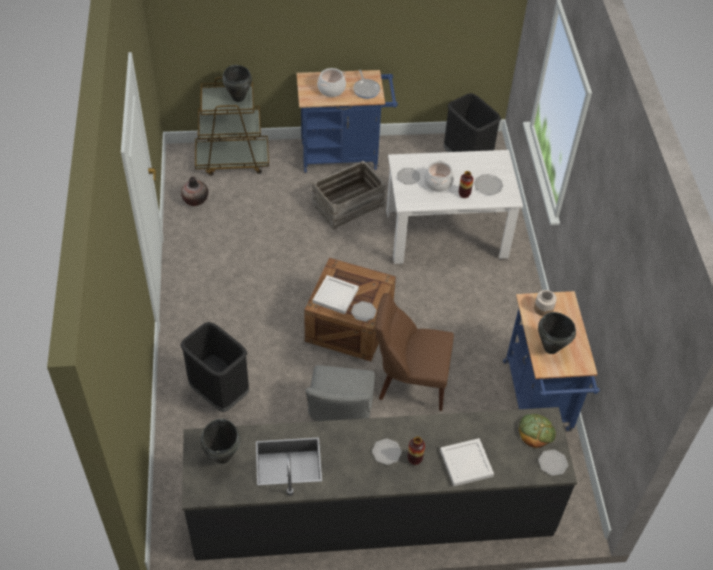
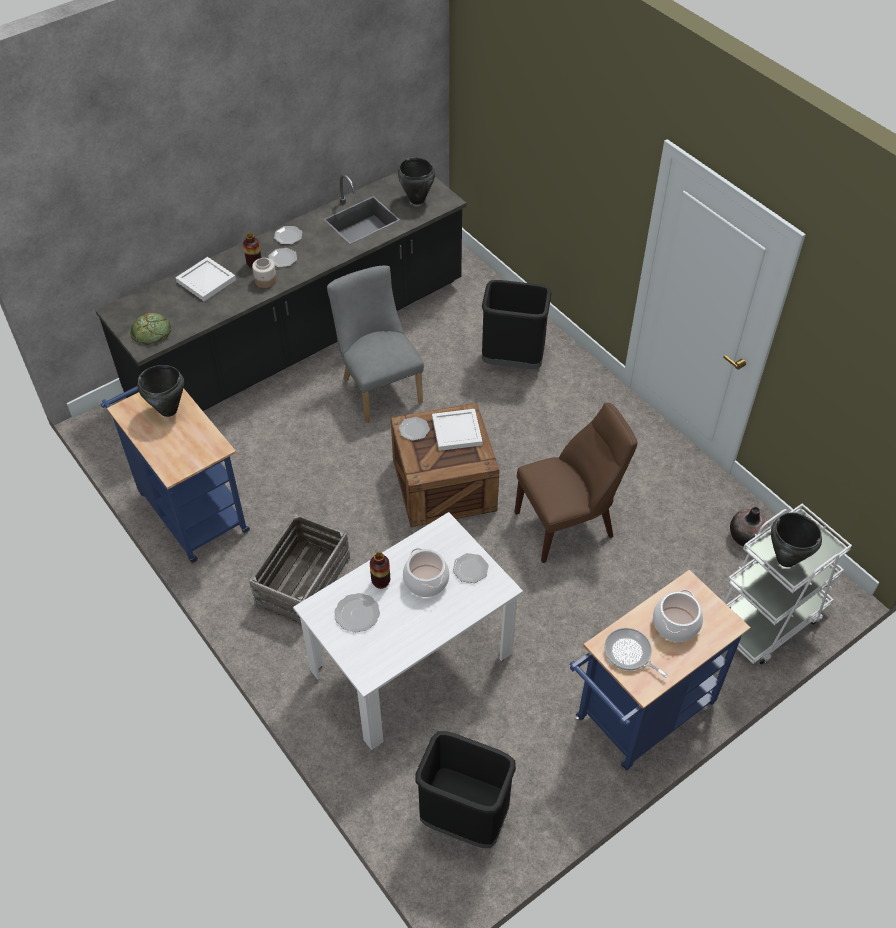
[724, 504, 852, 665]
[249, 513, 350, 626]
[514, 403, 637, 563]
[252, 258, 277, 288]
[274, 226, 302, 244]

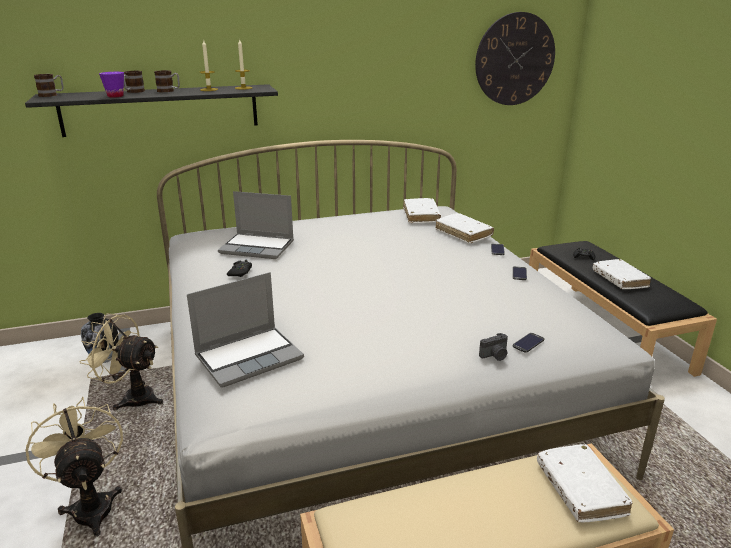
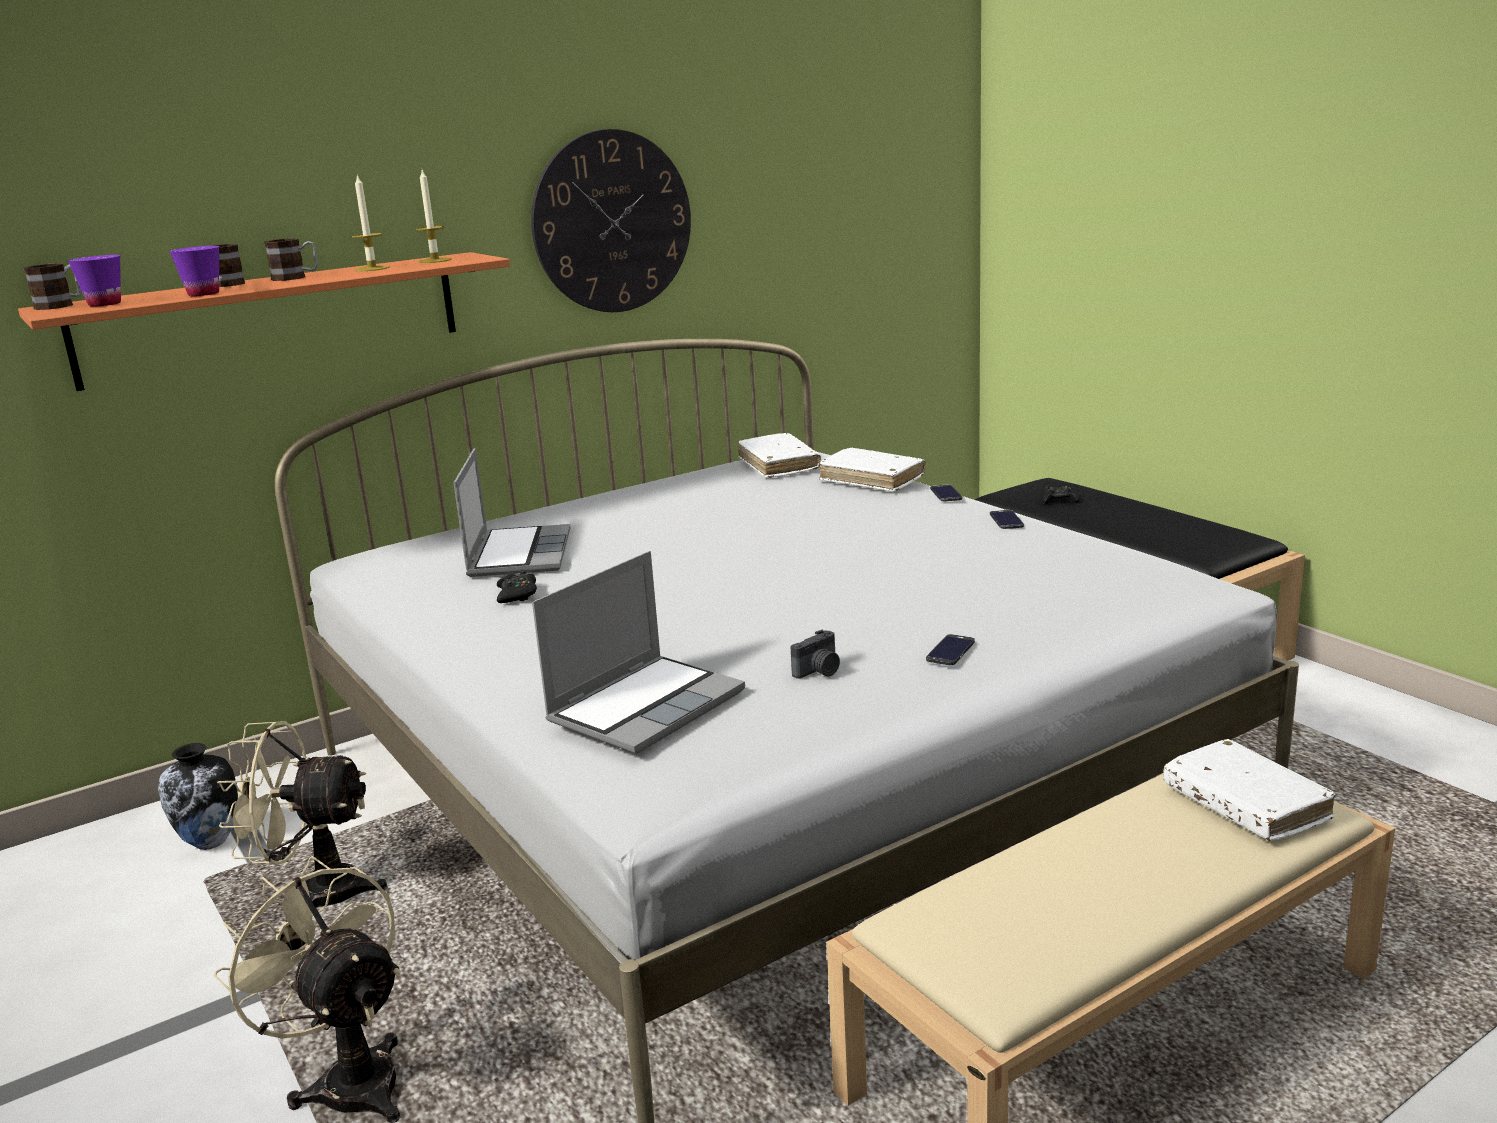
[18, 252, 510, 391]
[454, 448, 570, 577]
[531, 129, 691, 312]
[790, 629, 840, 679]
[926, 634, 975, 665]
[593, 259, 651, 289] (first image)
[68, 255, 121, 307]

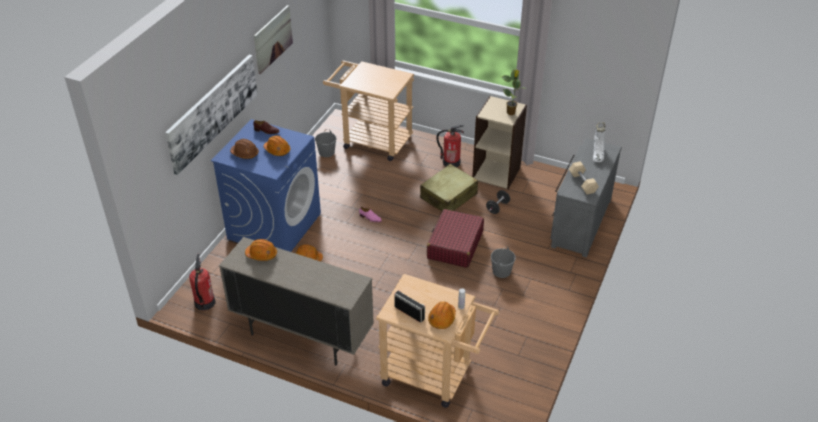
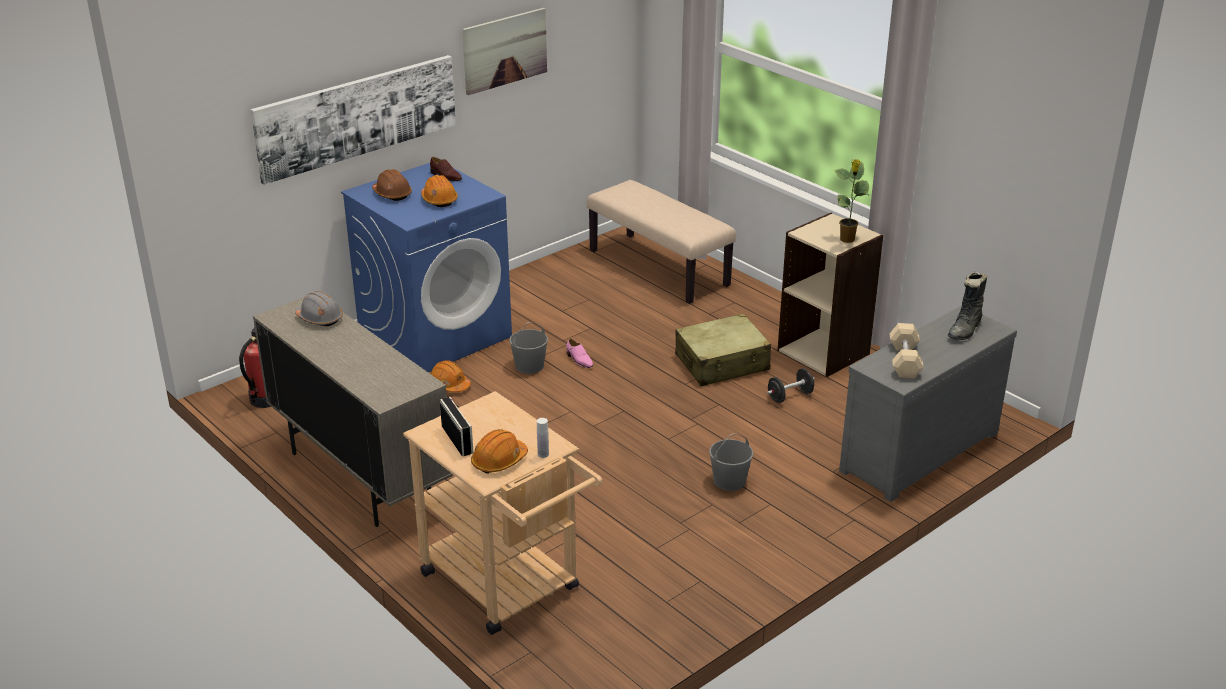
[295, 291, 343, 326]
[509, 322, 548, 374]
[587, 180, 736, 304]
[427, 209, 484, 268] (first image)
[436, 125, 464, 167] (first image)
[948, 271, 987, 340]

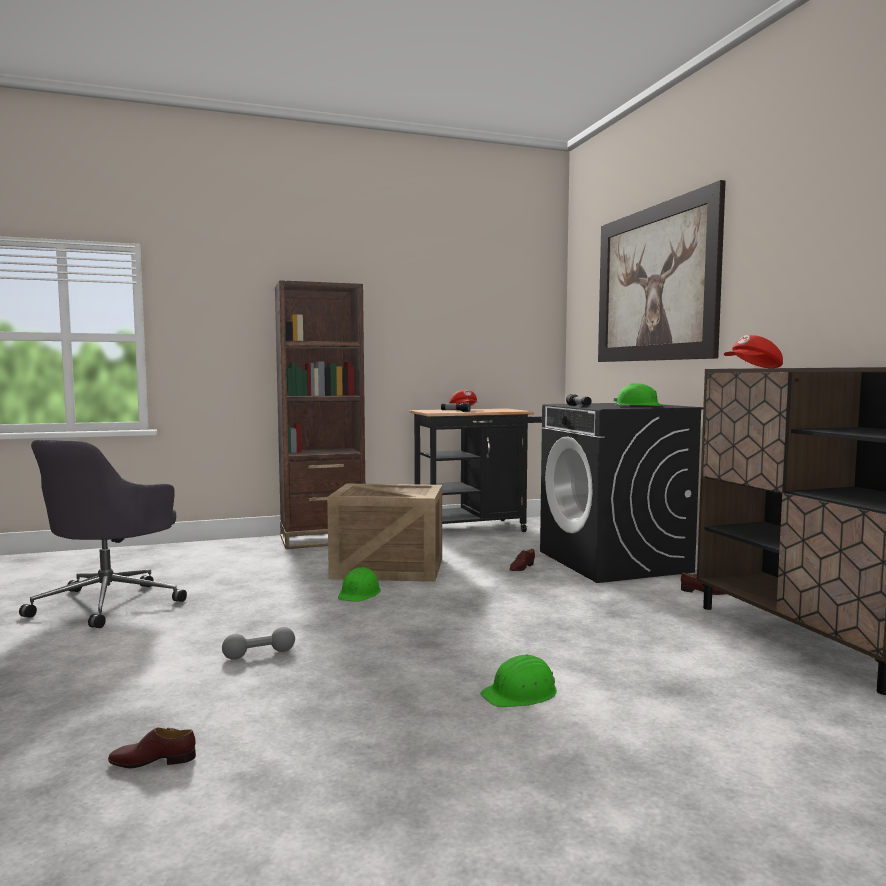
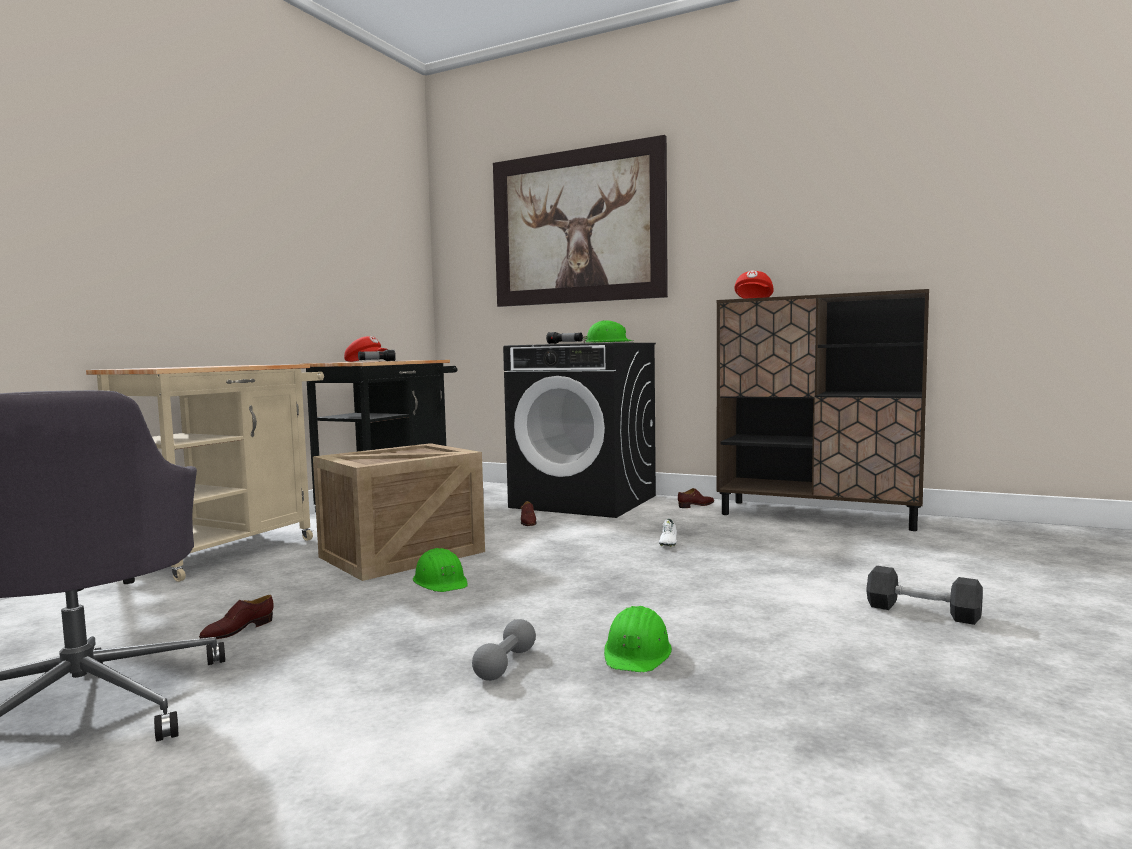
[199, 595, 274, 639]
[86, 364, 324, 582]
[604, 606, 672, 672]
[659, 519, 677, 547]
[866, 566, 983, 625]

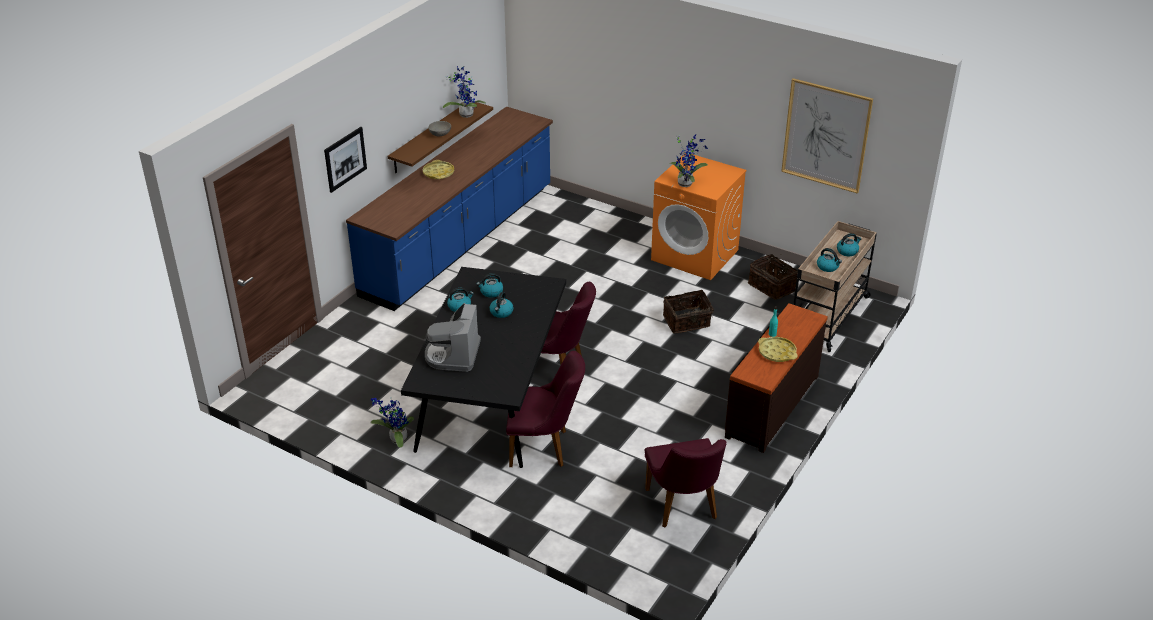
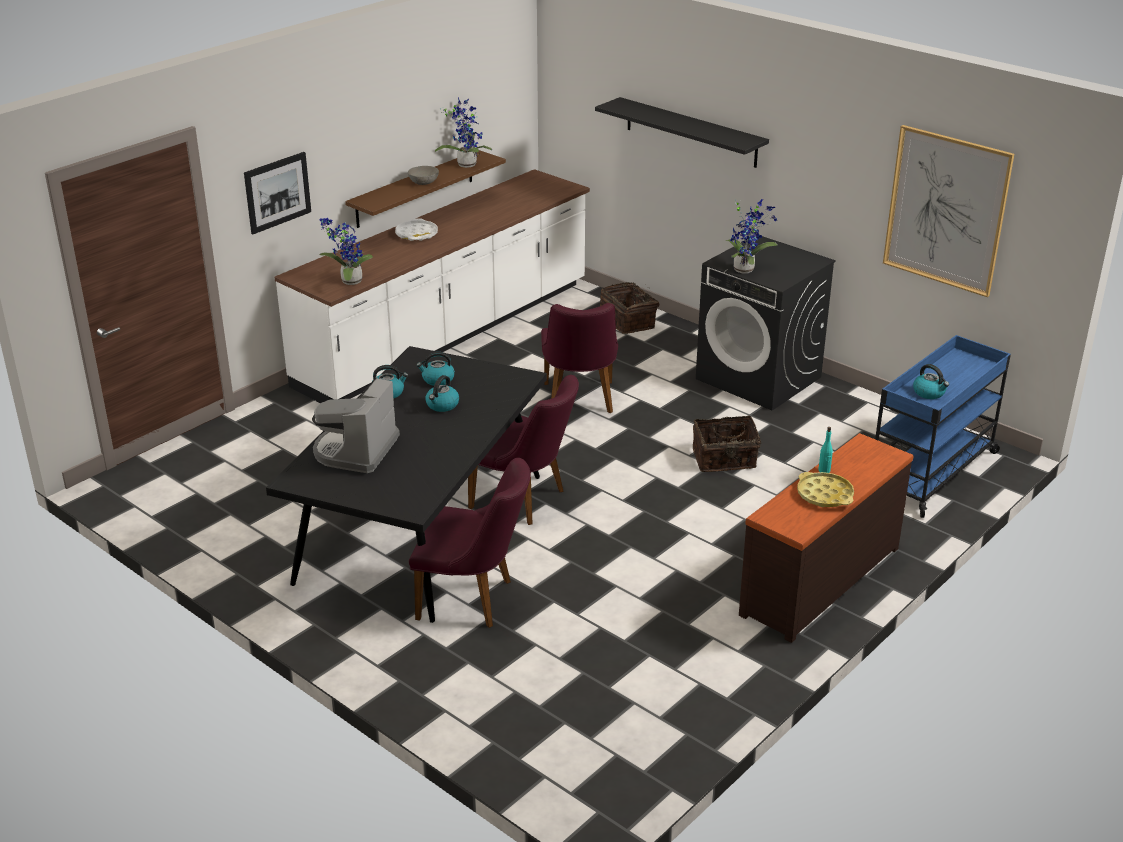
[274, 169, 590, 403]
[319, 218, 373, 285]
[395, 218, 438, 241]
[541, 303, 618, 413]
[696, 236, 836, 410]
[600, 282, 659, 334]
[875, 335, 1011, 518]
[837, 233, 861, 256] (first image)
[595, 97, 769, 168]

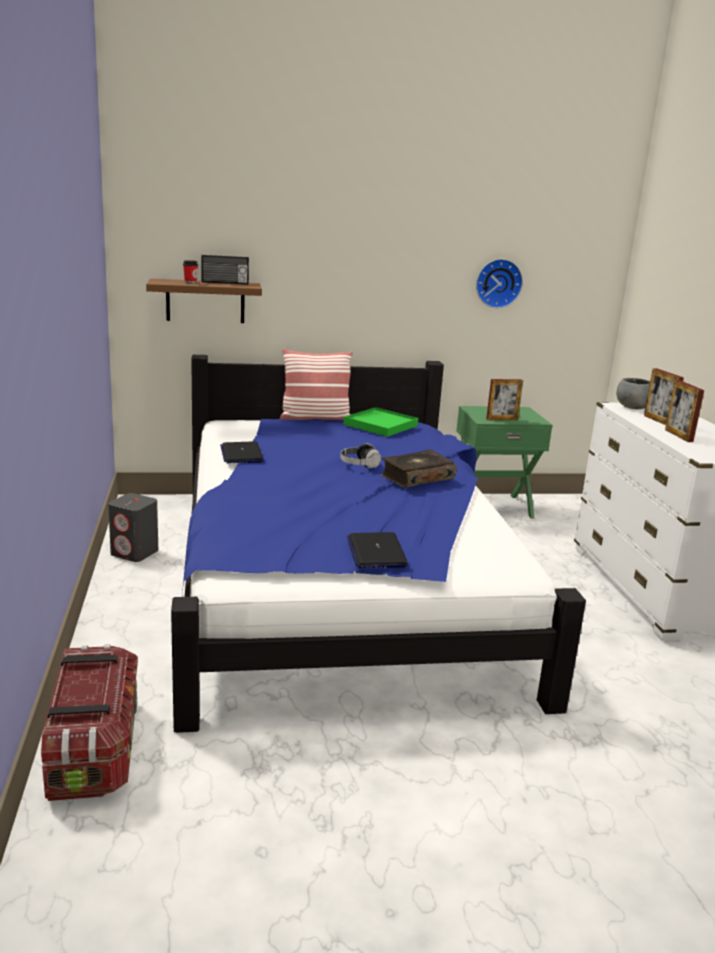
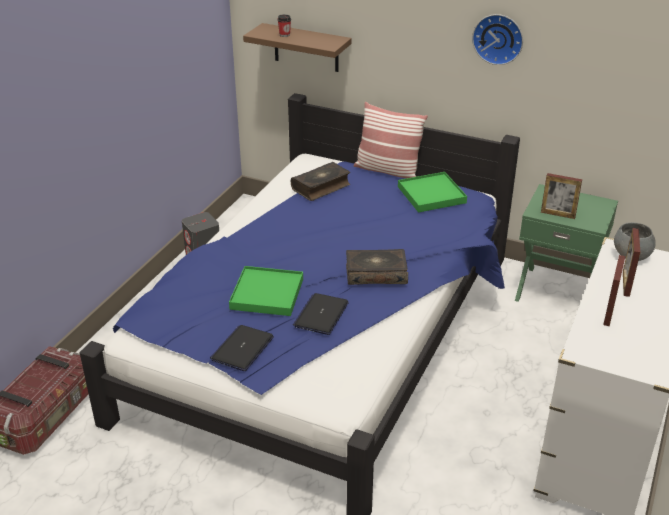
[201, 255, 249, 284] (first image)
[293, 293, 349, 335]
[341, 443, 381, 468] (first image)
[472, 14, 523, 65]
[229, 266, 303, 316]
[291, 162, 350, 201]

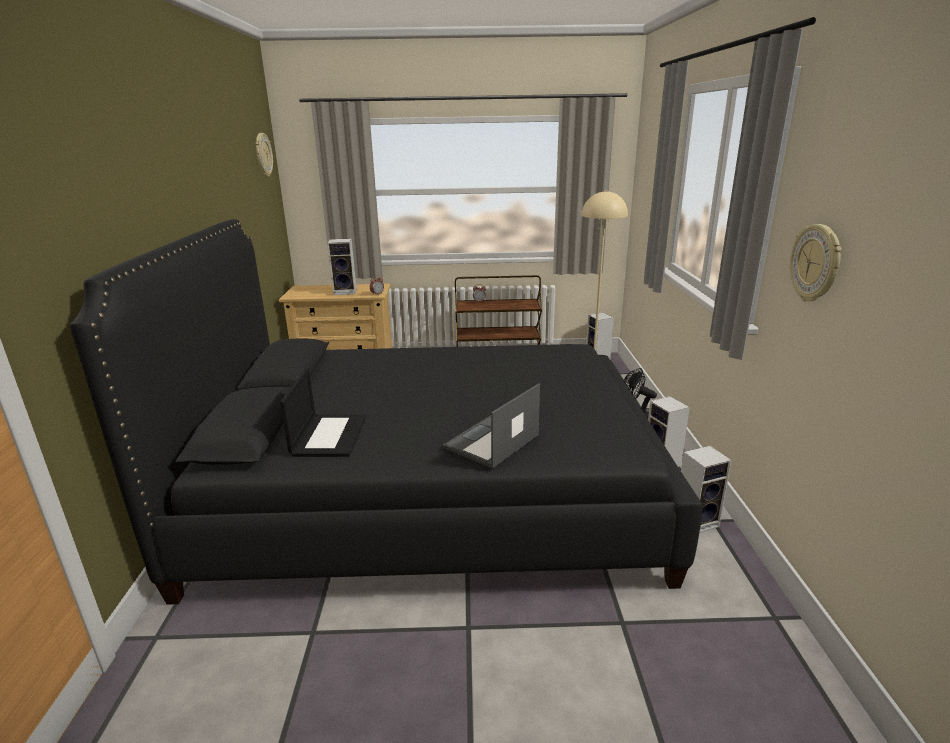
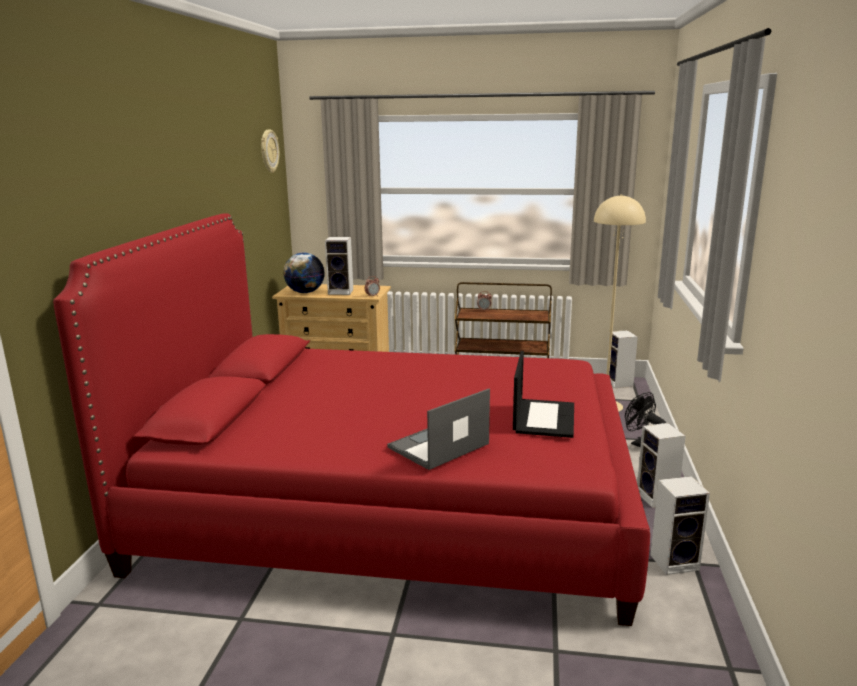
[53, 213, 650, 626]
[513, 351, 574, 438]
[790, 224, 842, 301] (first image)
[283, 252, 325, 293]

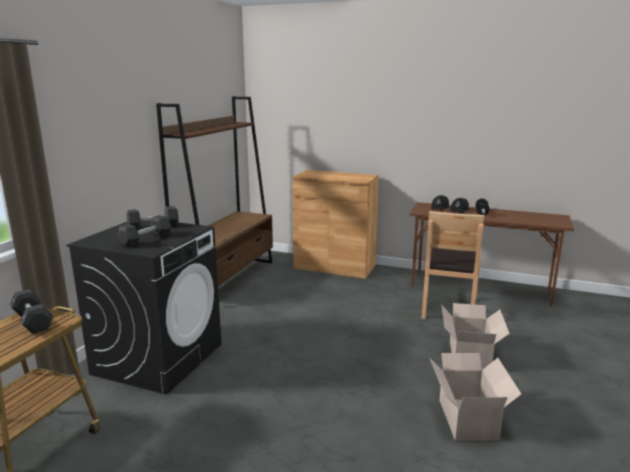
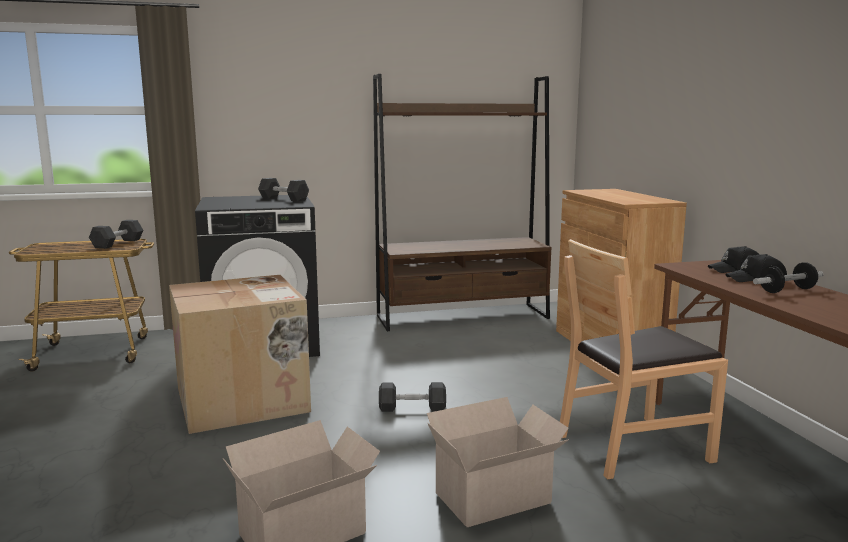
[379, 382, 446, 412]
[169, 275, 311, 434]

